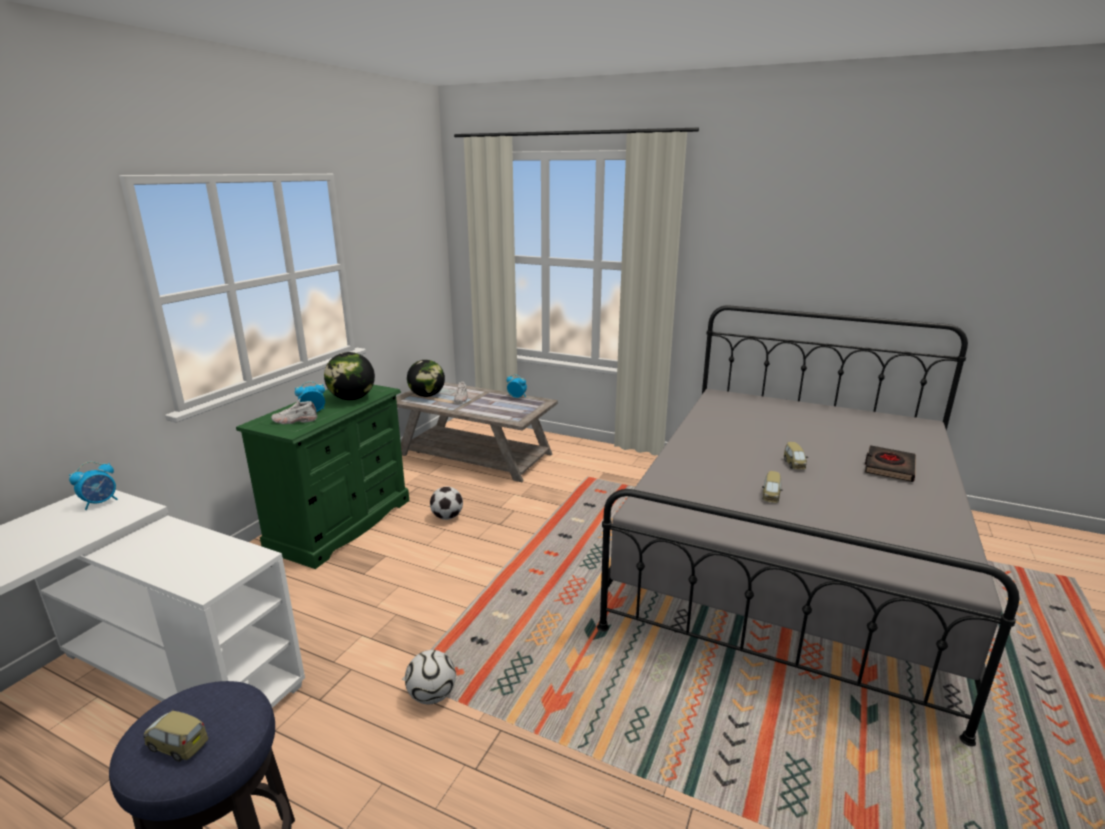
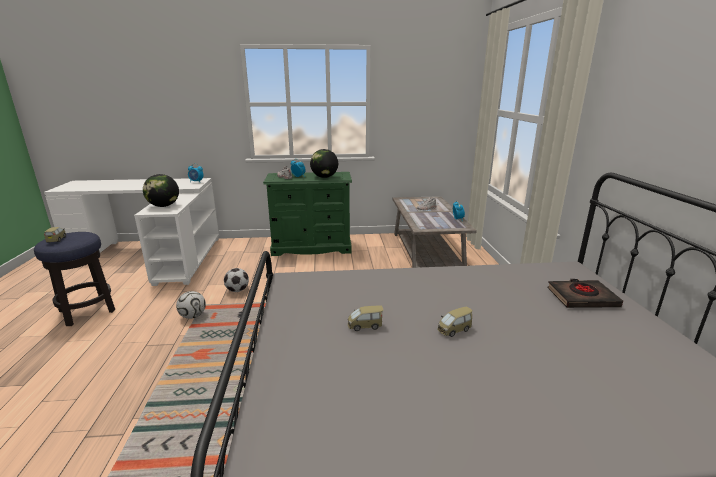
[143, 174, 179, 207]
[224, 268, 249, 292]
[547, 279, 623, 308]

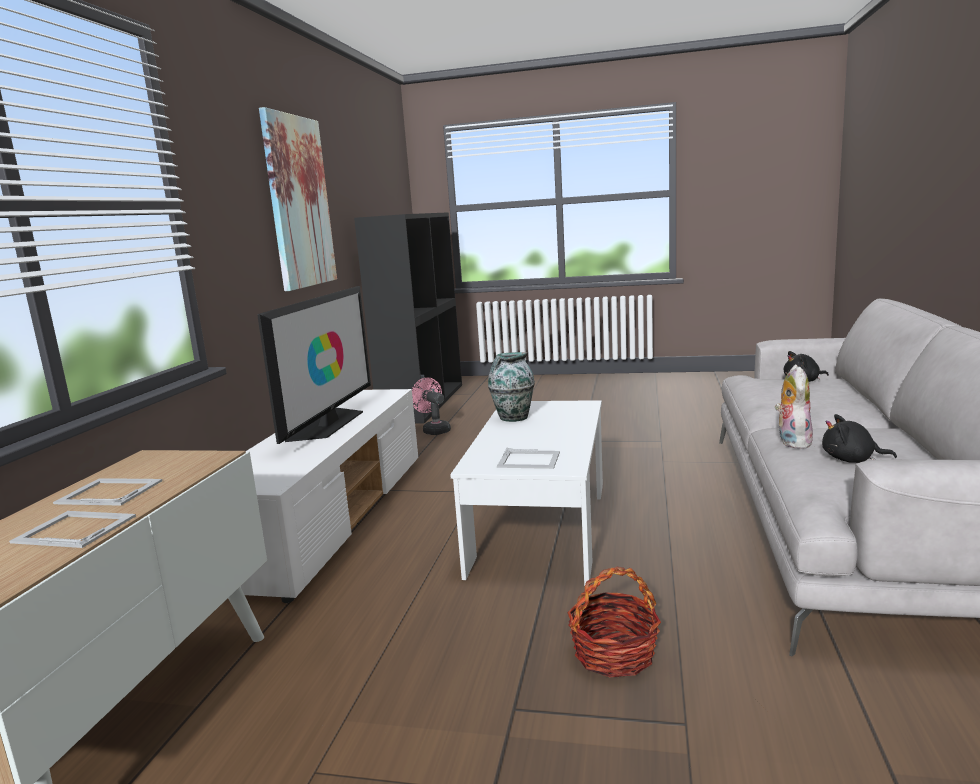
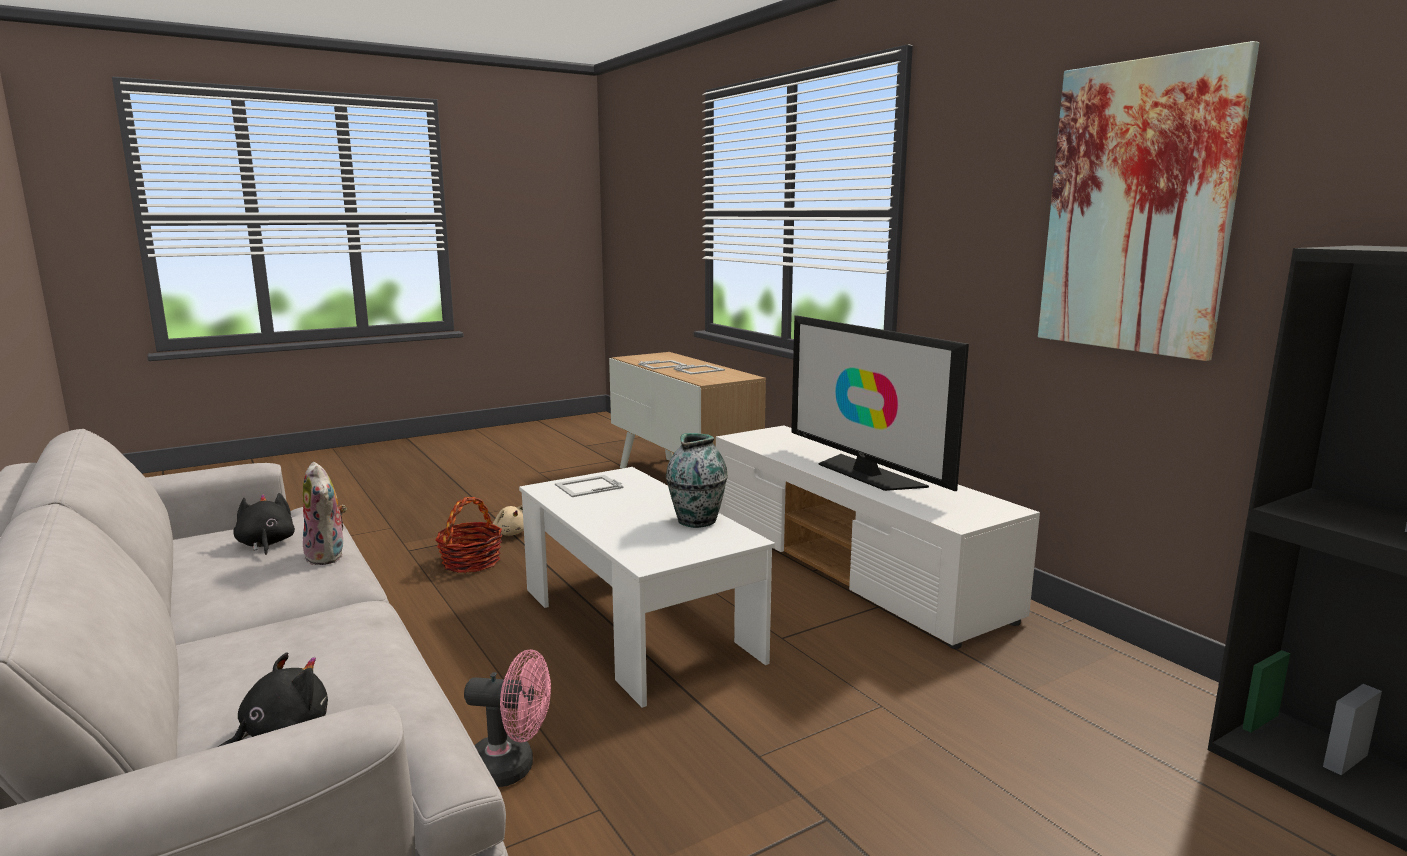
[464, 649, 551, 787]
[233, 493, 295, 555]
[493, 505, 524, 536]

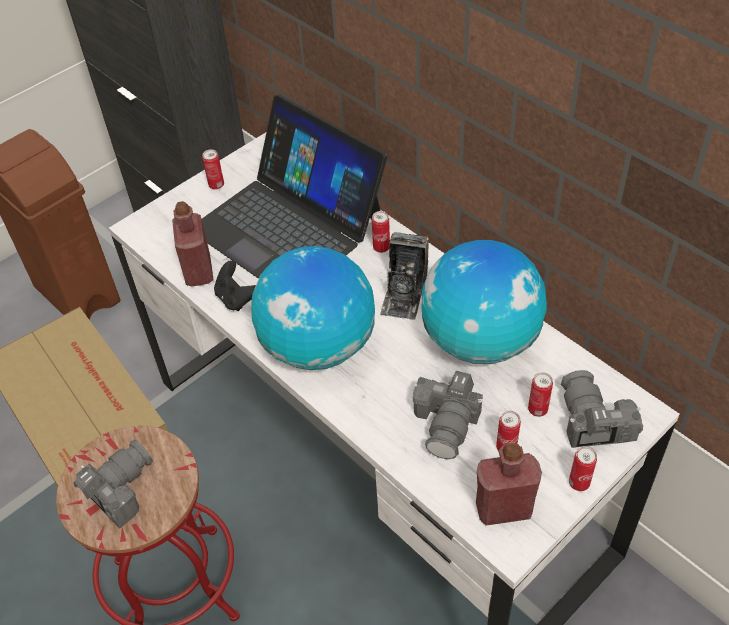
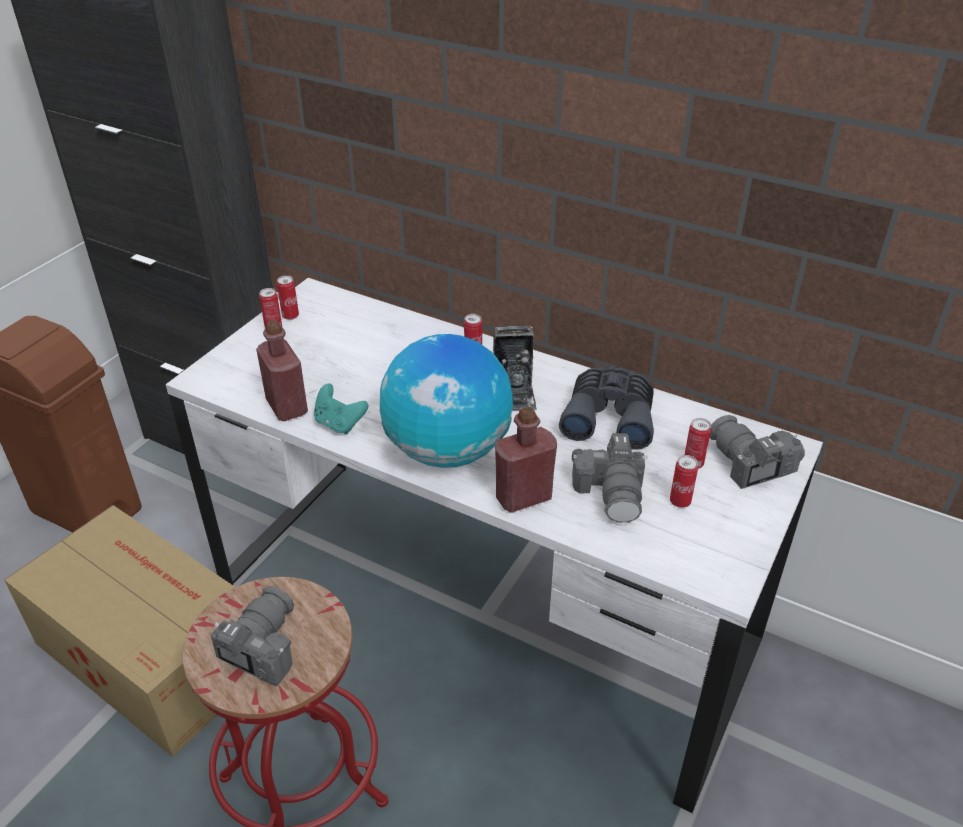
[202, 95, 387, 279] (first image)
[314, 383, 368, 435]
[559, 366, 654, 450]
[495, 407, 557, 513]
[277, 275, 299, 320]

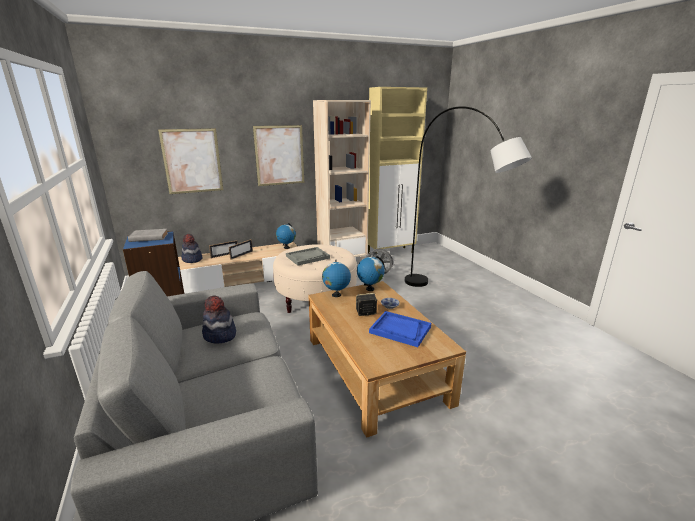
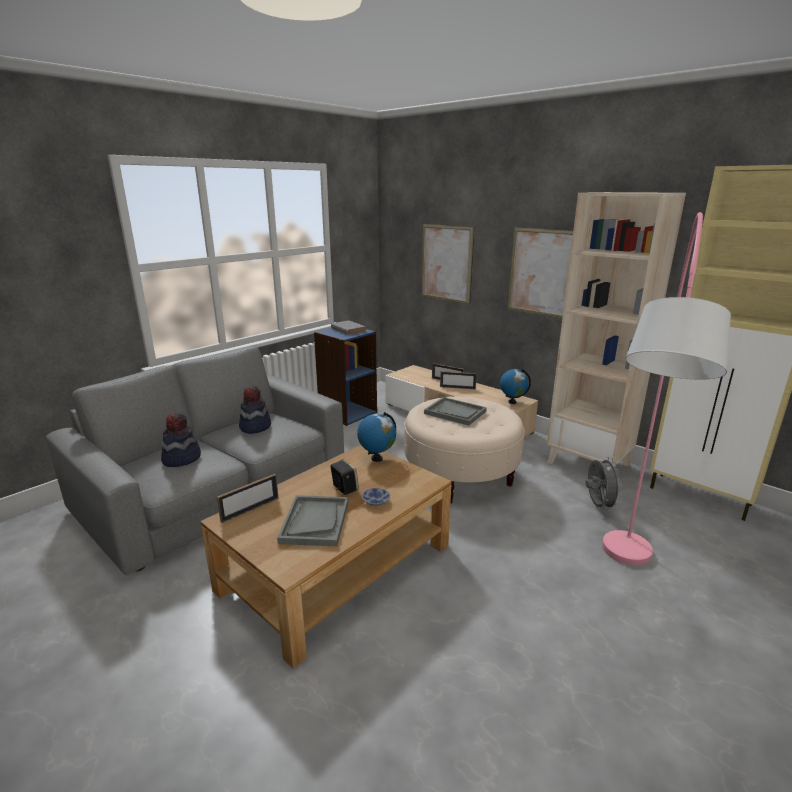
[161, 413, 201, 467]
[357, 256, 385, 291] (first image)
[277, 495, 349, 546]
[602, 212, 731, 566]
[217, 474, 279, 523]

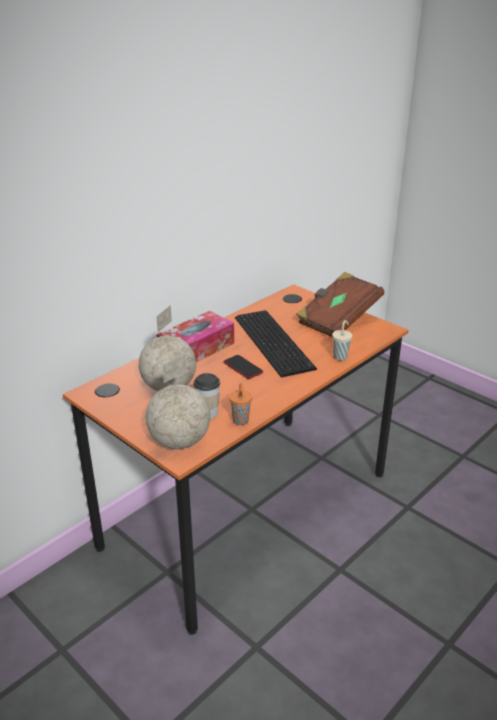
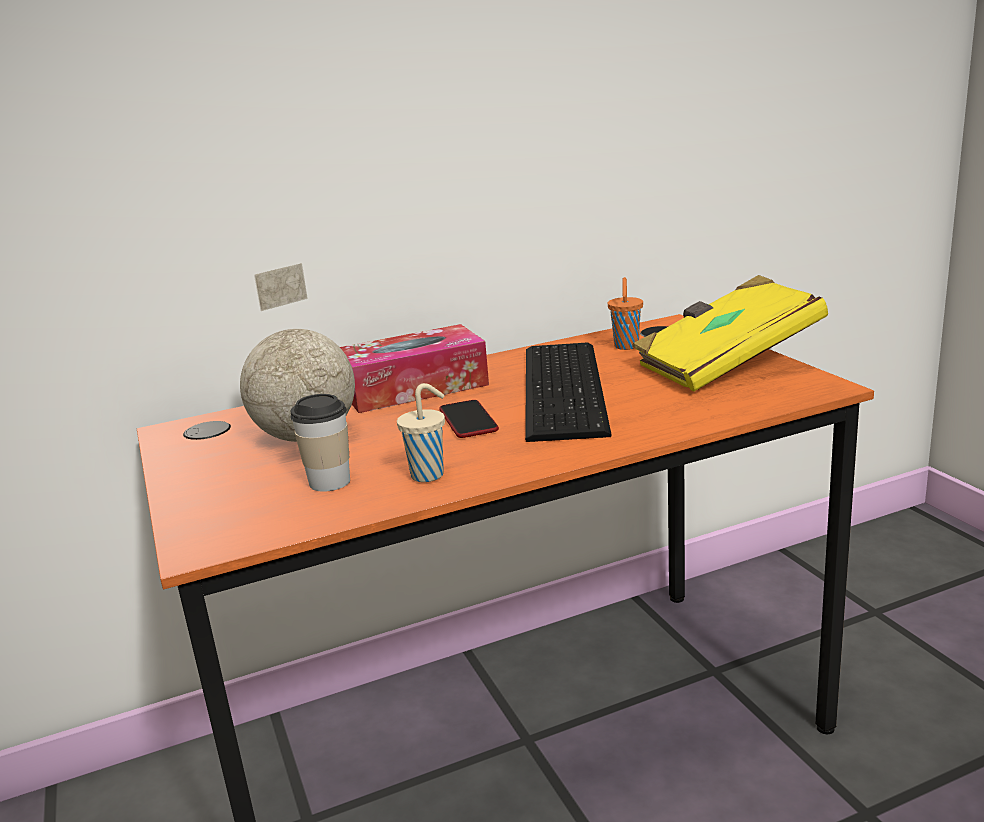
[146, 353, 210, 449] (first image)
[608, 277, 643, 350]
[632, 275, 828, 392]
[397, 383, 445, 482]

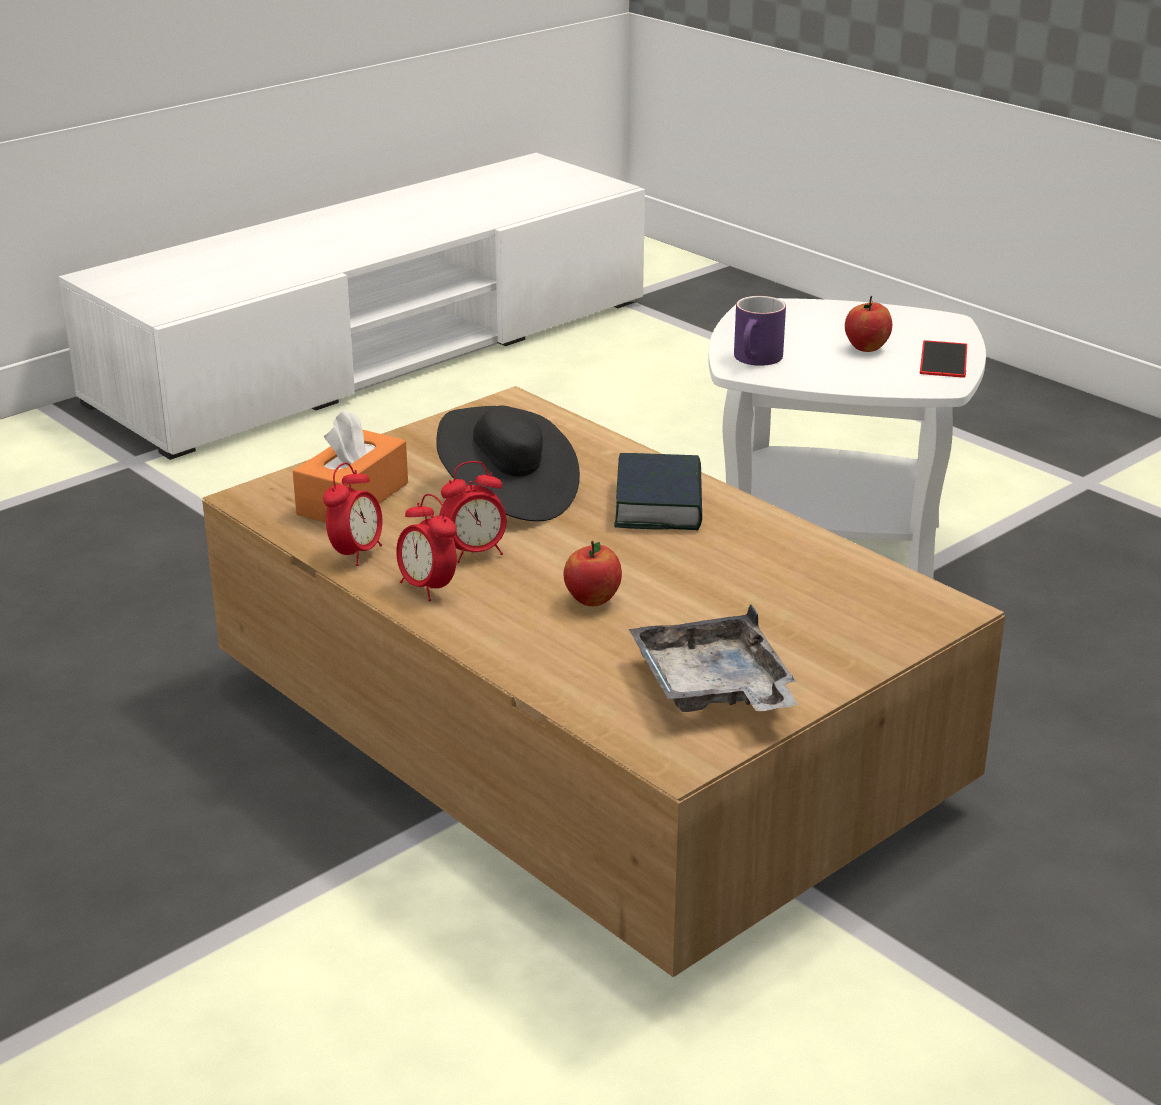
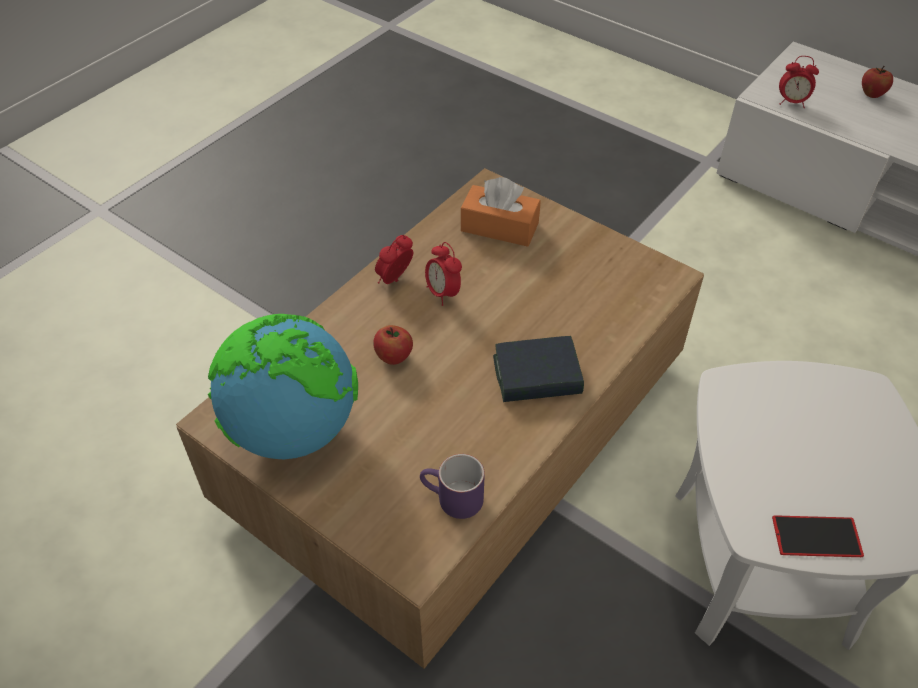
[779, 56, 819, 108]
[436, 406, 580, 521] (first image)
[208, 314, 358, 459]
[420, 454, 485, 519]
[862, 66, 893, 98]

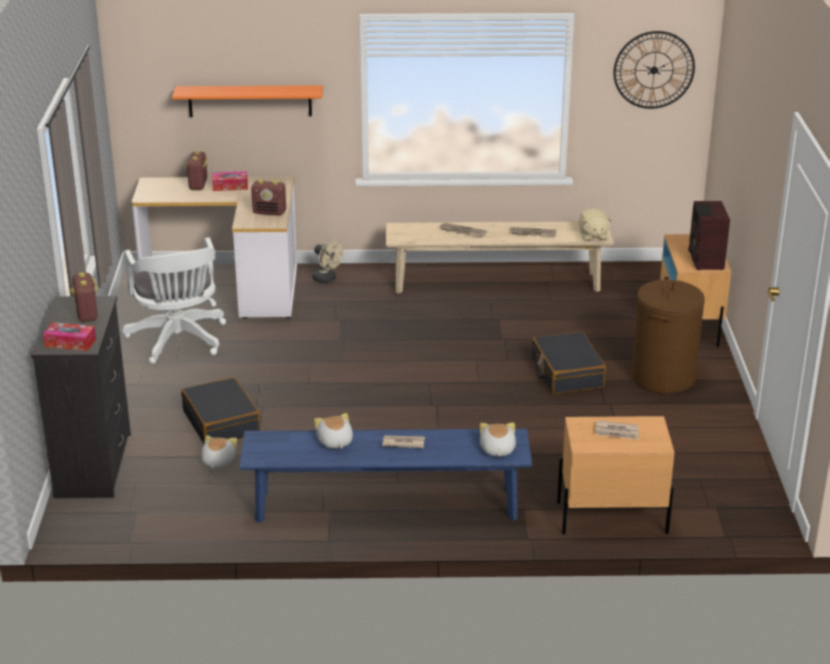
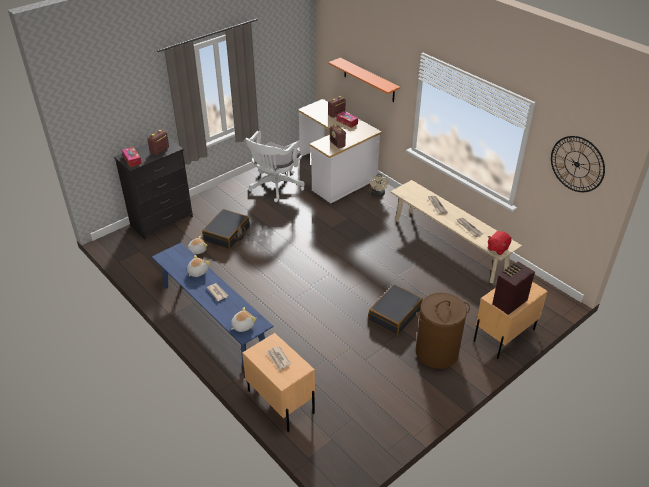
[488, 231, 512, 255]

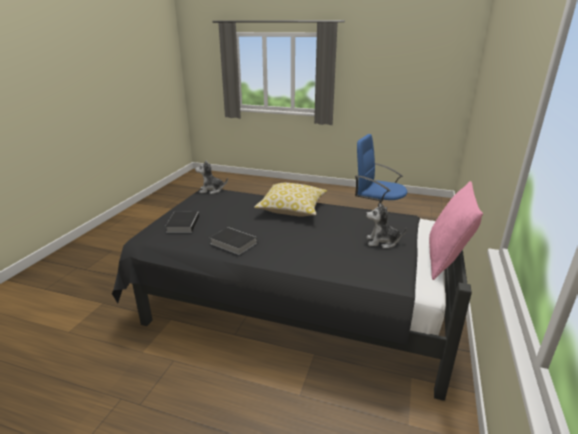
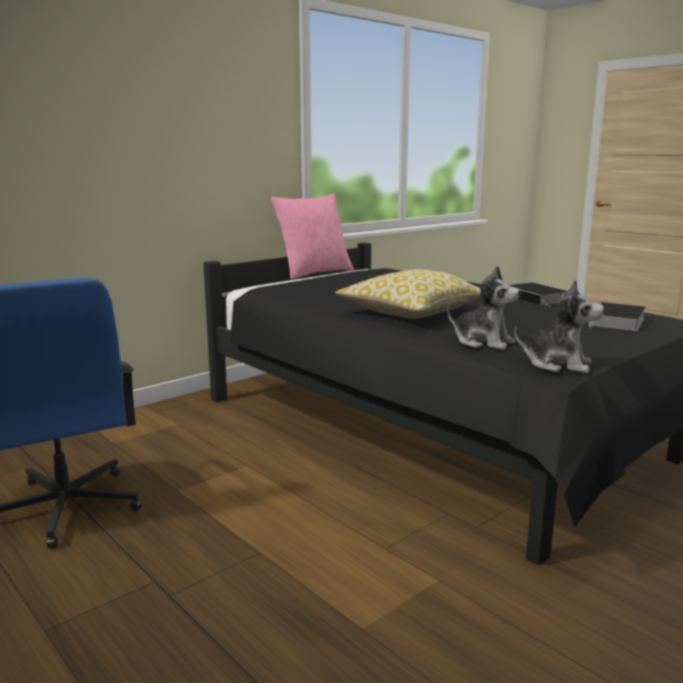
[447, 265, 520, 350]

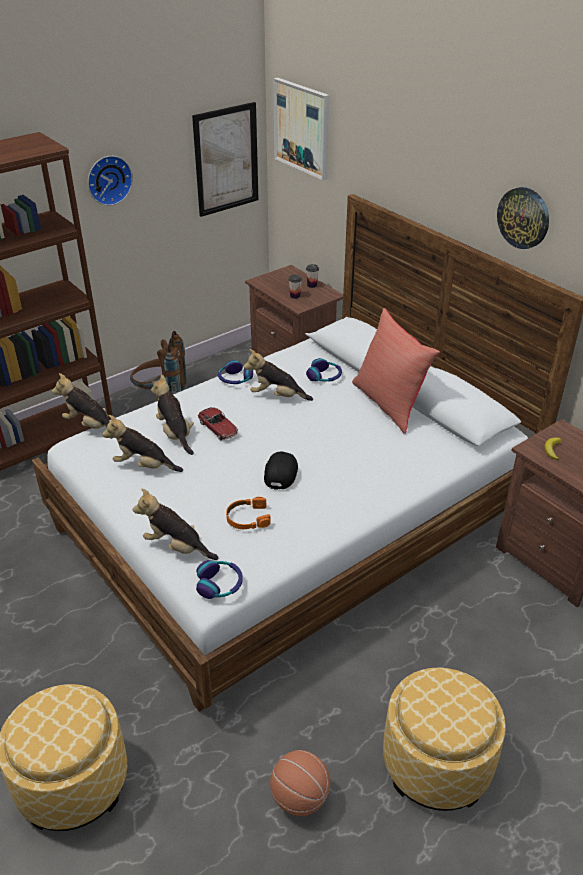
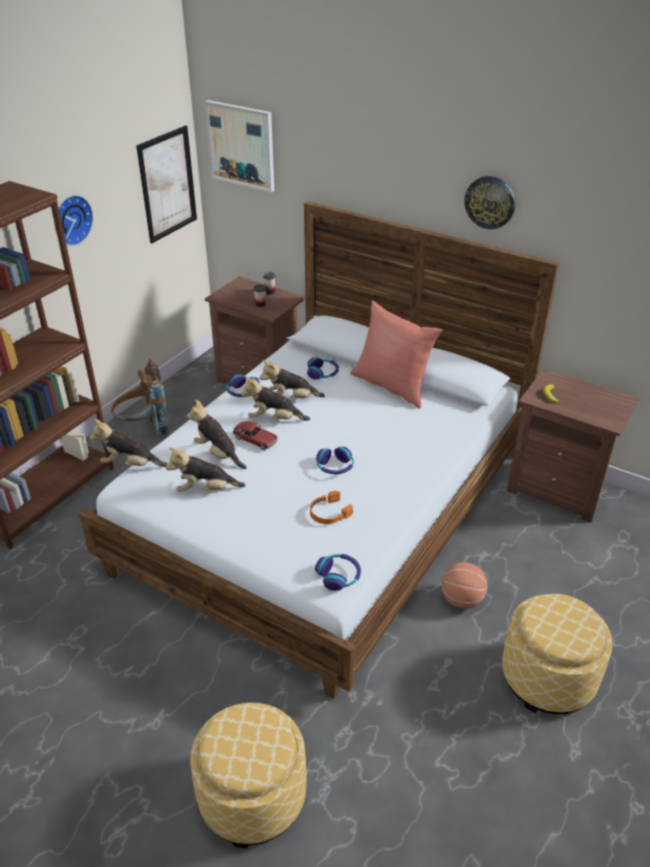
[241, 376, 310, 421]
[316, 447, 354, 474]
[442, 562, 487, 609]

